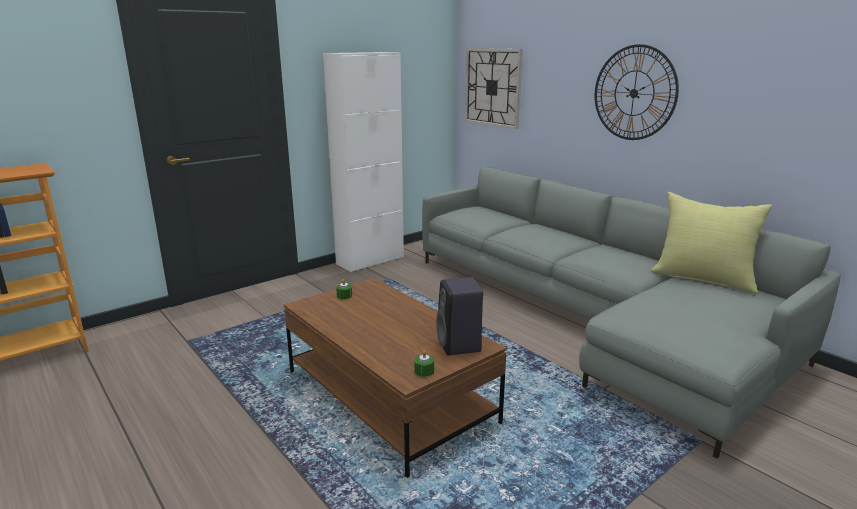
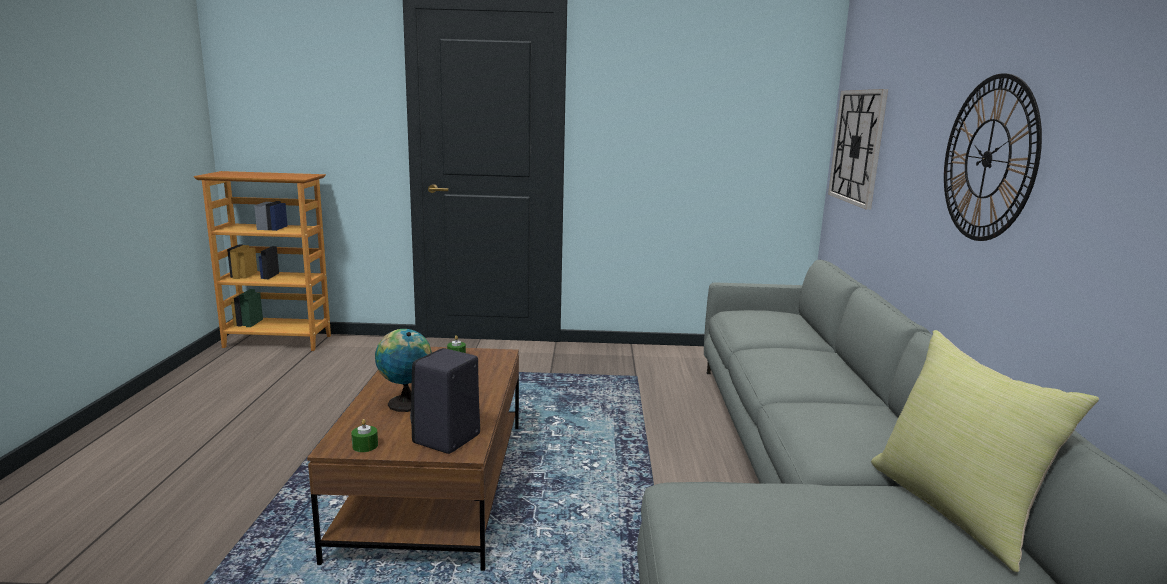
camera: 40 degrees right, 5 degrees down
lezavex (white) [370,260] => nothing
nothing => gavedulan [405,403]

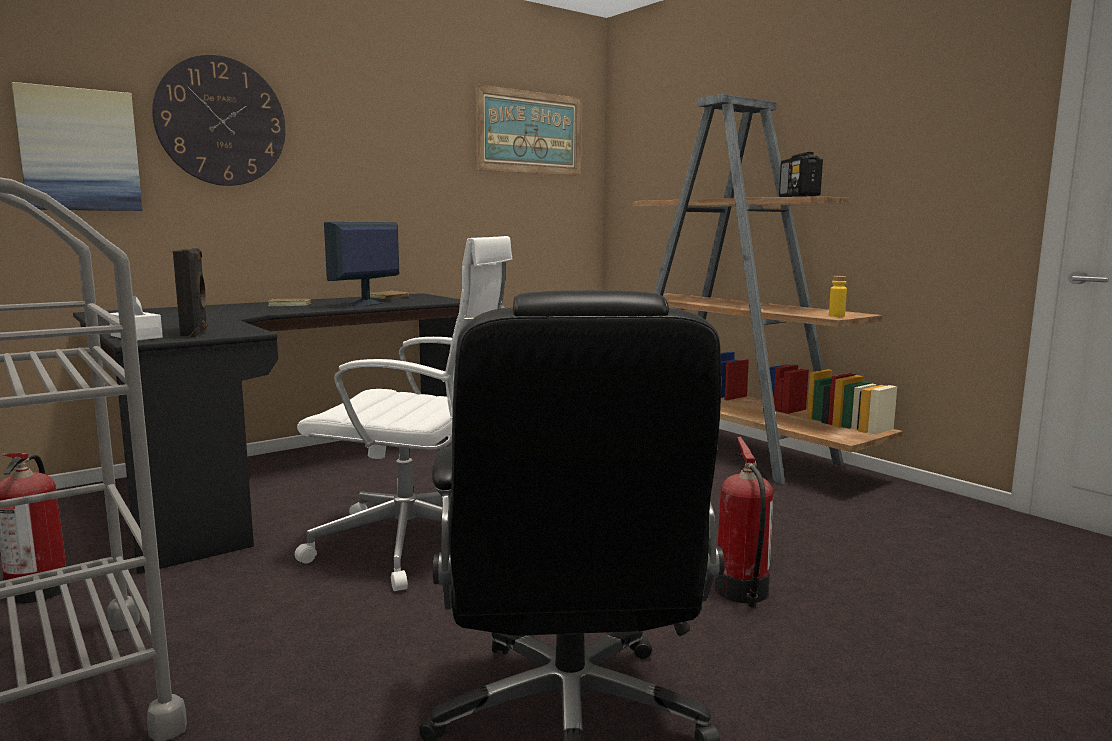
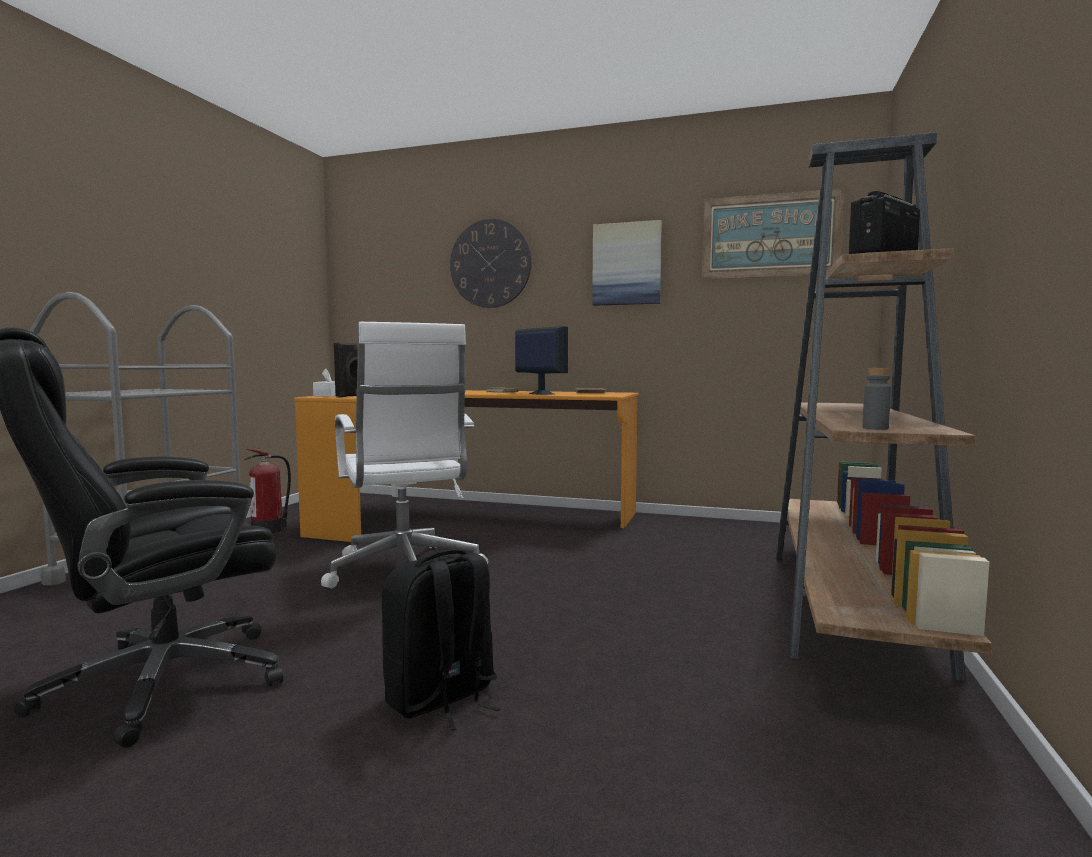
camera: 55 degrees right, 5 degrees down
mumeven [79,150] => mumeven [626,264], move
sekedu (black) [280,478] => sekedu (orange) [470,516]
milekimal [365,304] => milekimal [541,394], 60 degrees clockwise
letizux [742,592] => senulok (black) [441,699]
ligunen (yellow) [836,316] => ligunen (grey) [875,428]

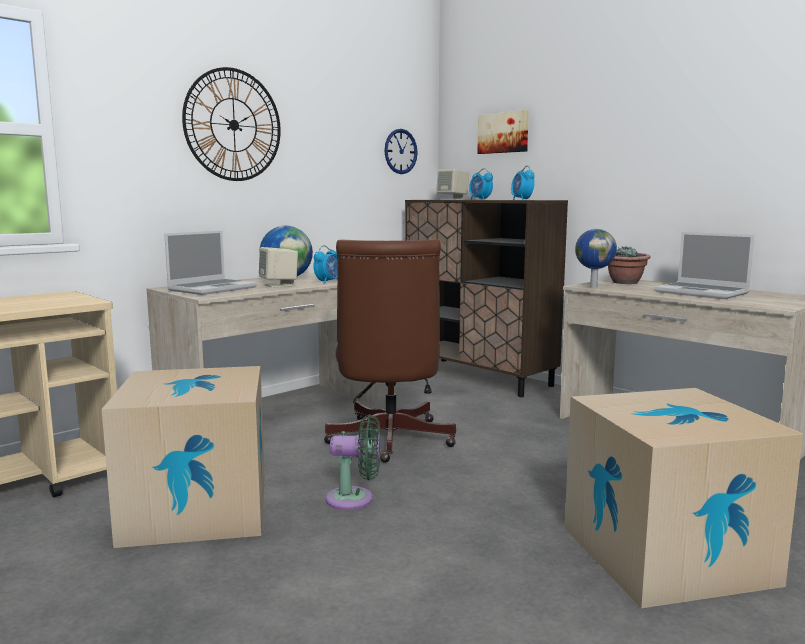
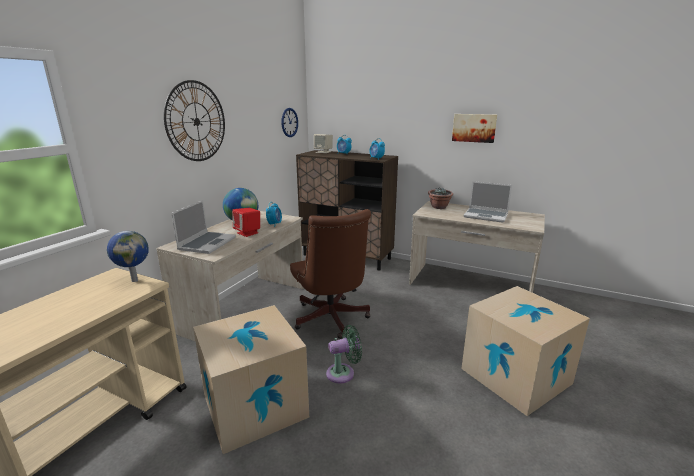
camera: 20 degrees left, 10 degrees up
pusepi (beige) [279,285] => pusepi (red) [248,233]
mumeven [503,133] => mumeven [474,128], move
gavedulan [593,287] => gavedulan [135,280], move

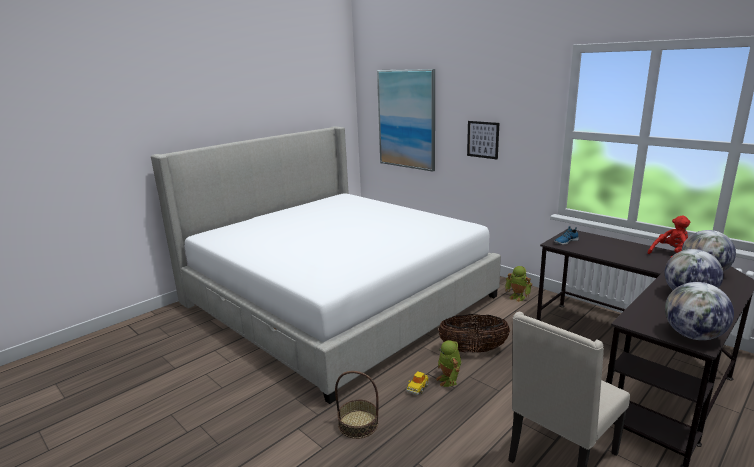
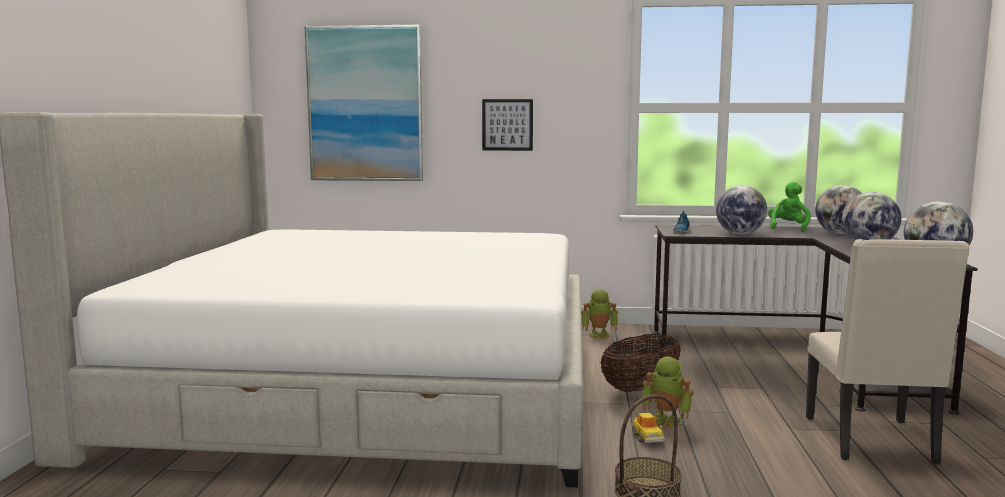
camera: 40 degrees left, 10 degrees down
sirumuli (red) [670,255] => sirumuli (green) [788,228]
nothing => gavedulan [739,234]

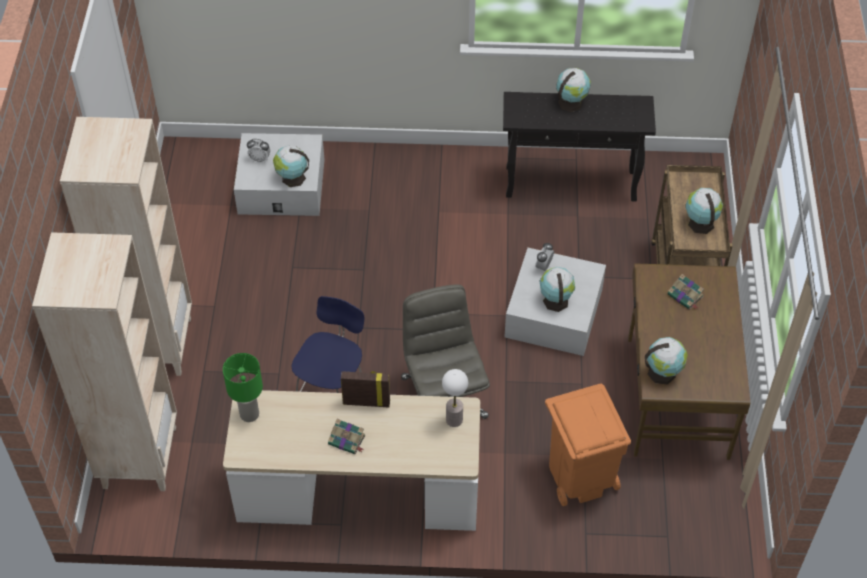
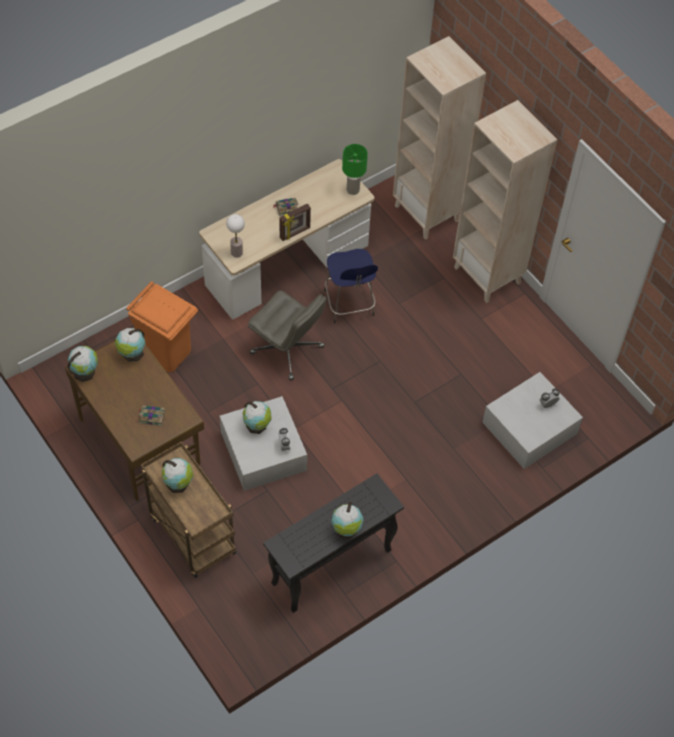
camera: 140 degrees right, 5 degrees up
gavedulan [292,178] => gavedulan [85,372], move

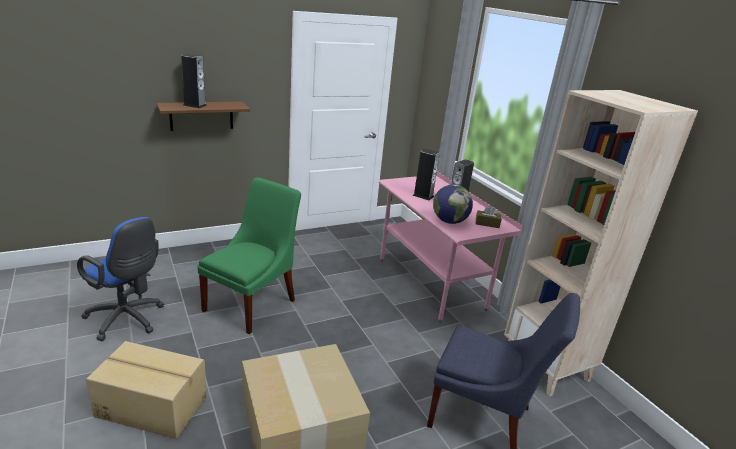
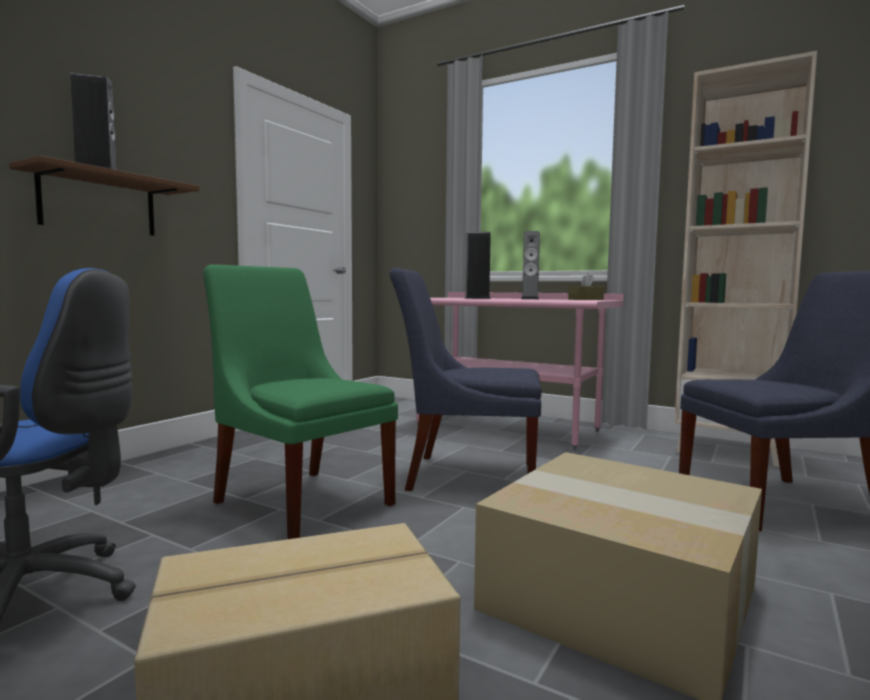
camera: 30 degrees left, 20 degrees down
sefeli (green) [253,303] => sefeli (green) [300,500], 45 degrees counterclockwise
gavedulan [449,221] => nothing
nothing => sefeli (blue) [466,475]

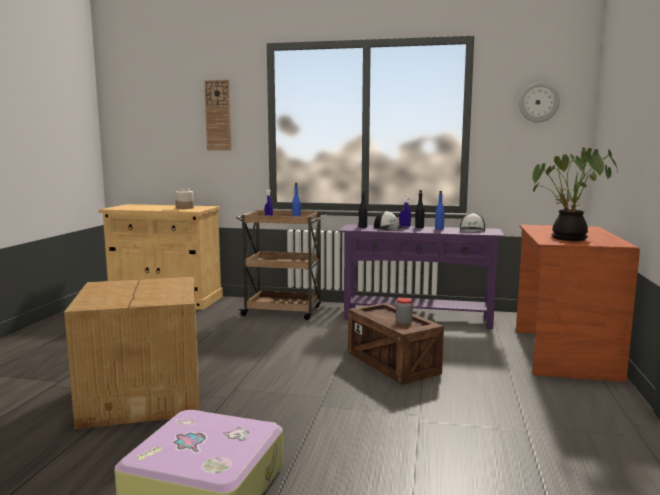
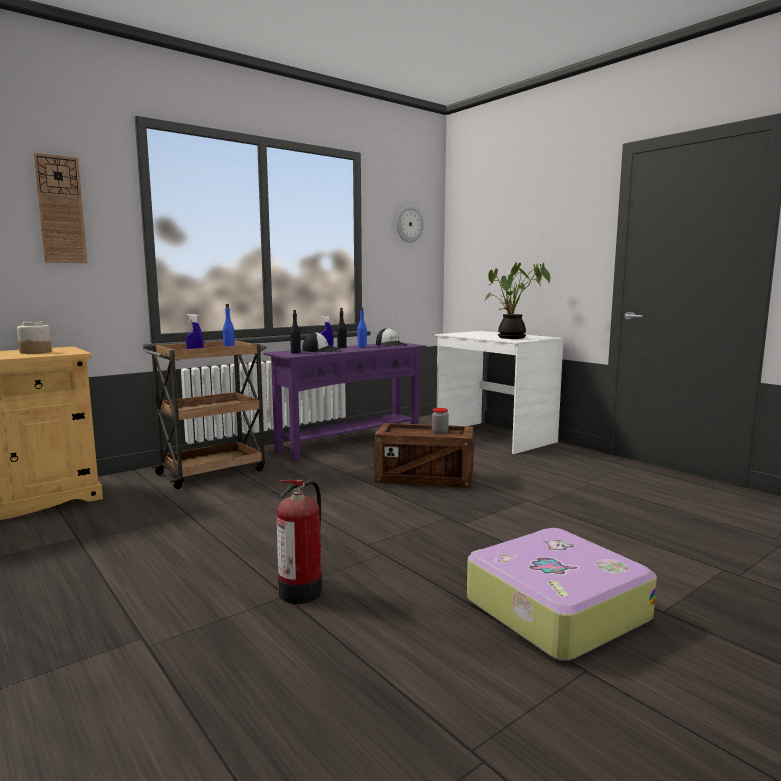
camera: 50 degrees left, 0 degrees up
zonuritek [145,395] => letizux [302,590]
sekedu (brown) [562,353] => sekedu (white) [493,437]

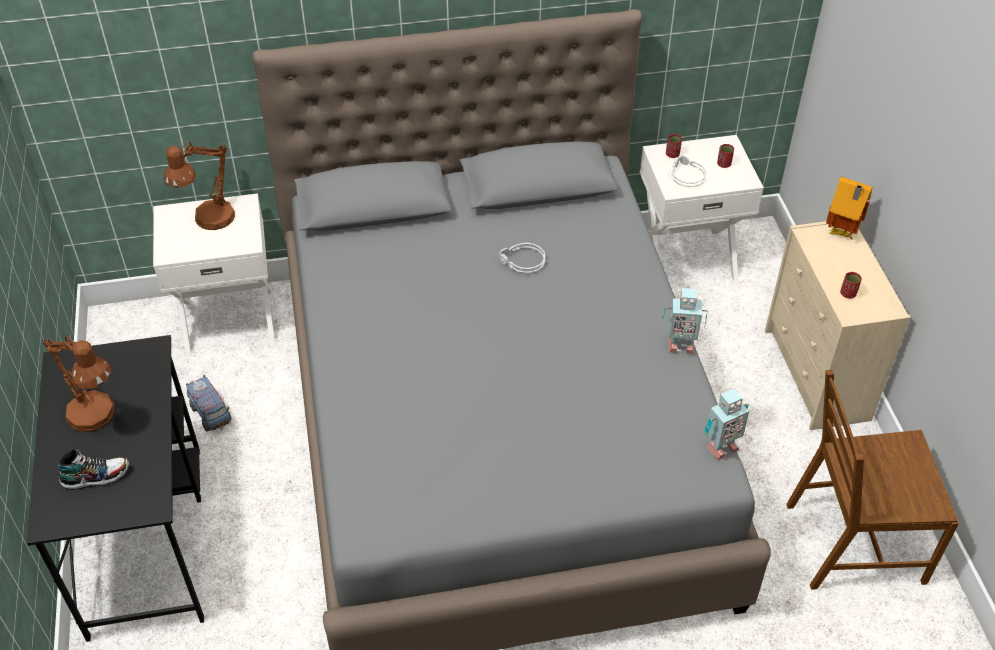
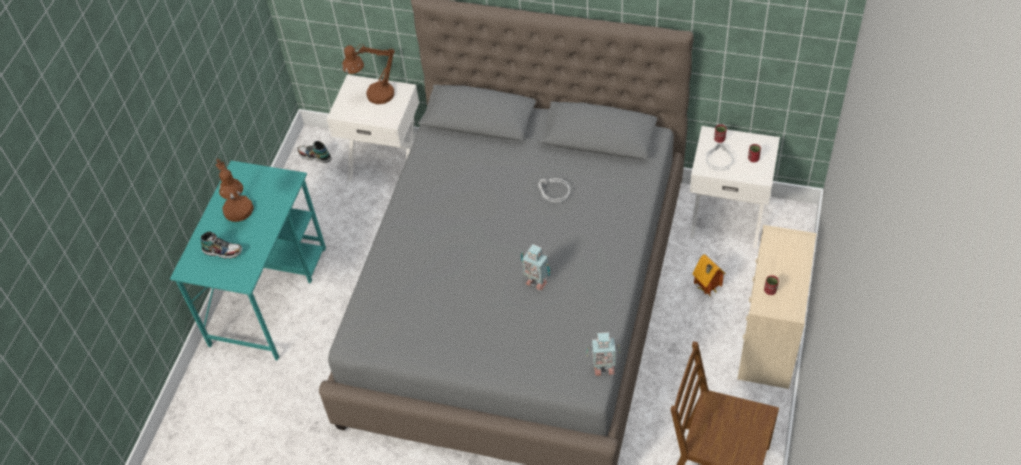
camera: 30 degrees right, 5 degrees up
sekedu (black) [146,537] => sekedu (turquoise) [269,295]
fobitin [211,414] => nothing
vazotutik [680,345] => vazotutik [536,281], move
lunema [841,234] => lunema [706,290], move
nothing => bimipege [315,156]

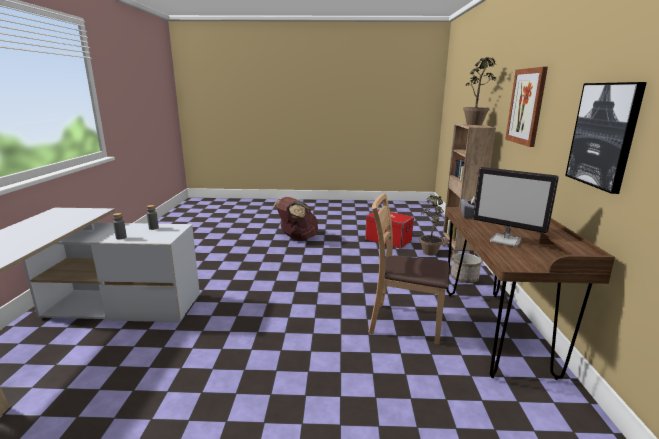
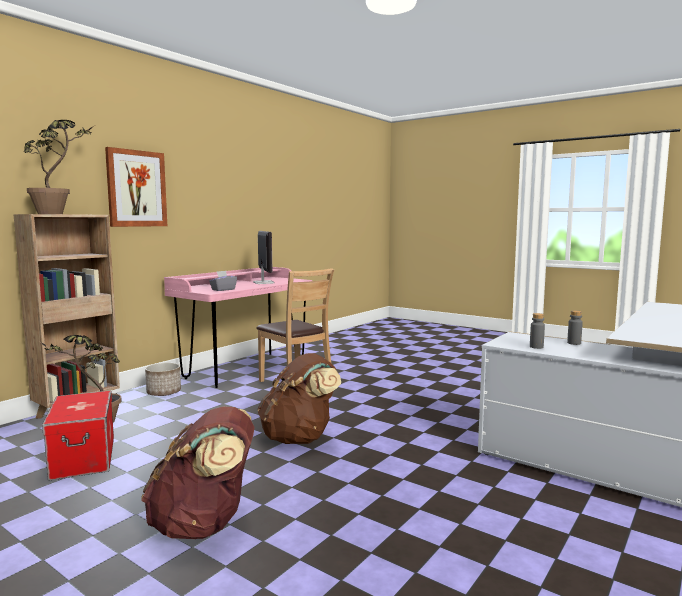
camera: 145 degrees left, 10 degrees down
sekedu (brown) [495,330] => sekedu (pink) [245,369]
mumeven [603,135] => nothing
nothing => senulok (brown) [299,438]

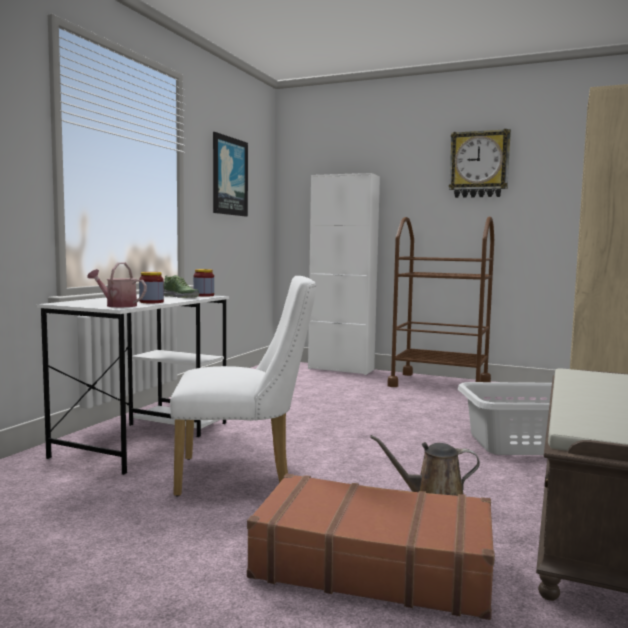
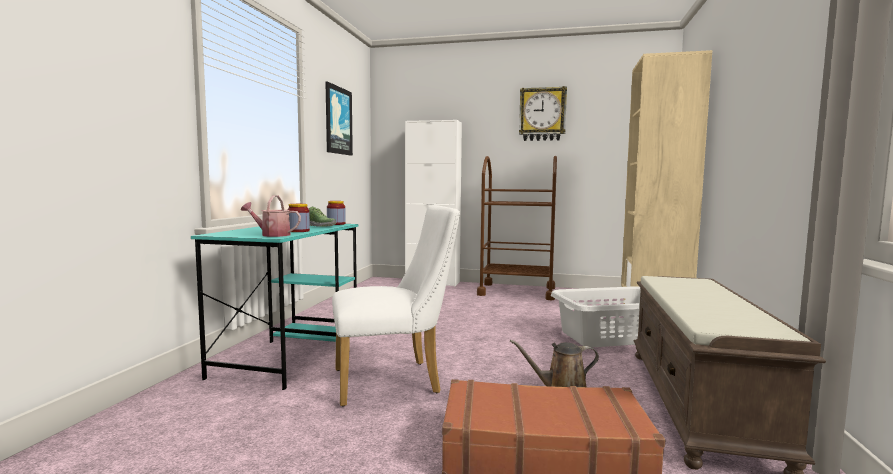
camera: 10 degrees left, 0 degrees up
sekedu (white) [145,438] => sekedu (turquoise) [290,354]

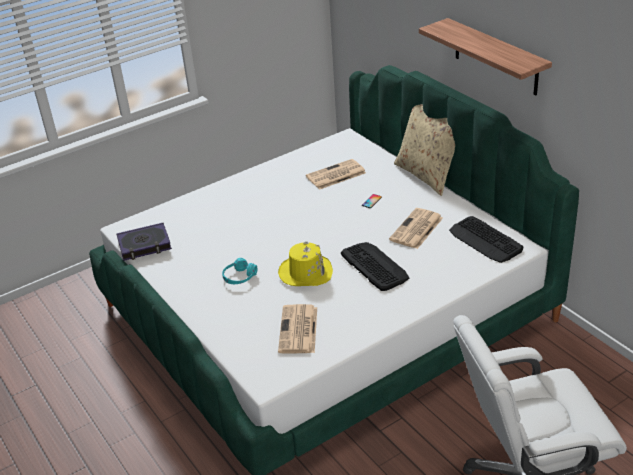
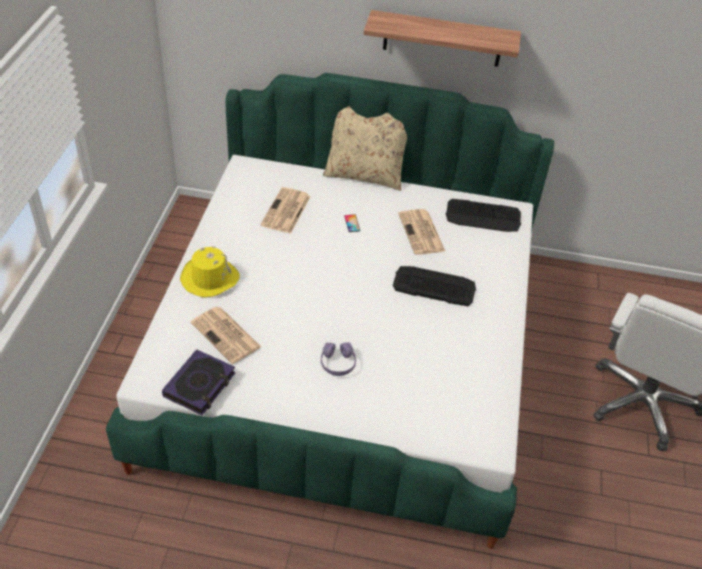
camera: 50 degrees left, 10 degrees up
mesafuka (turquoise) [239,277] => mesafuka (purple) [338,363]
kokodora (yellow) [306,272] => kokodora (yellow) [209,278], move
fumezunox [298,330] => fumezunox [227,335], move

